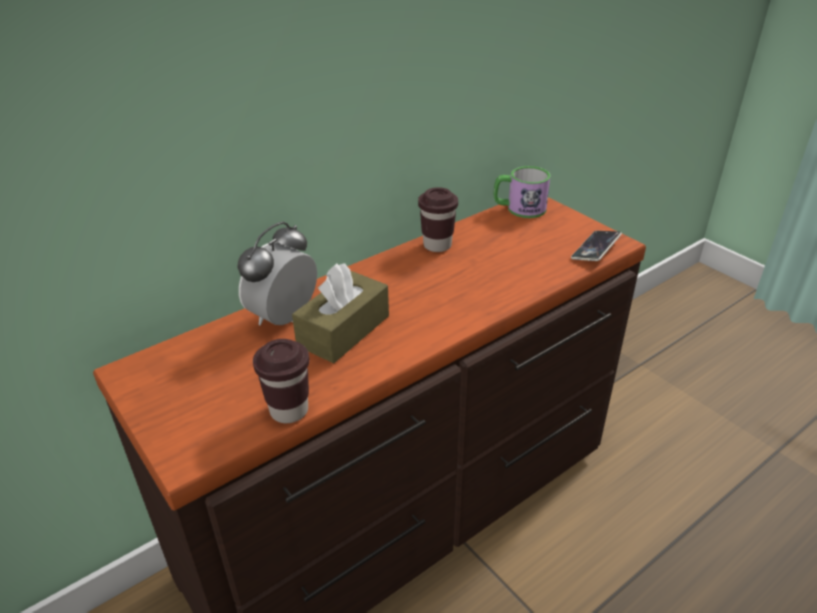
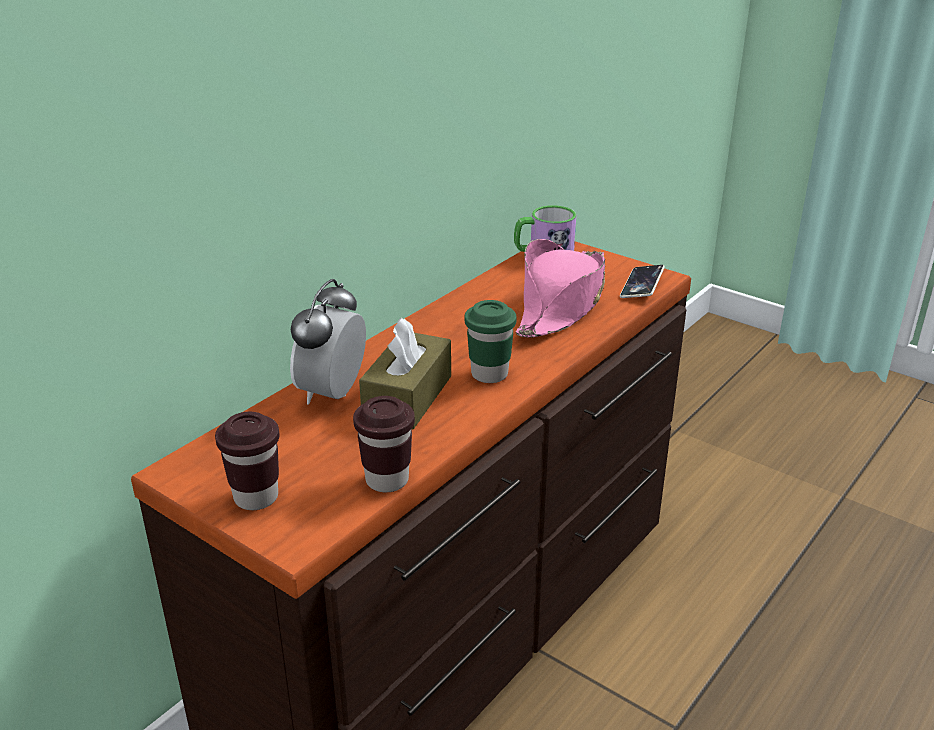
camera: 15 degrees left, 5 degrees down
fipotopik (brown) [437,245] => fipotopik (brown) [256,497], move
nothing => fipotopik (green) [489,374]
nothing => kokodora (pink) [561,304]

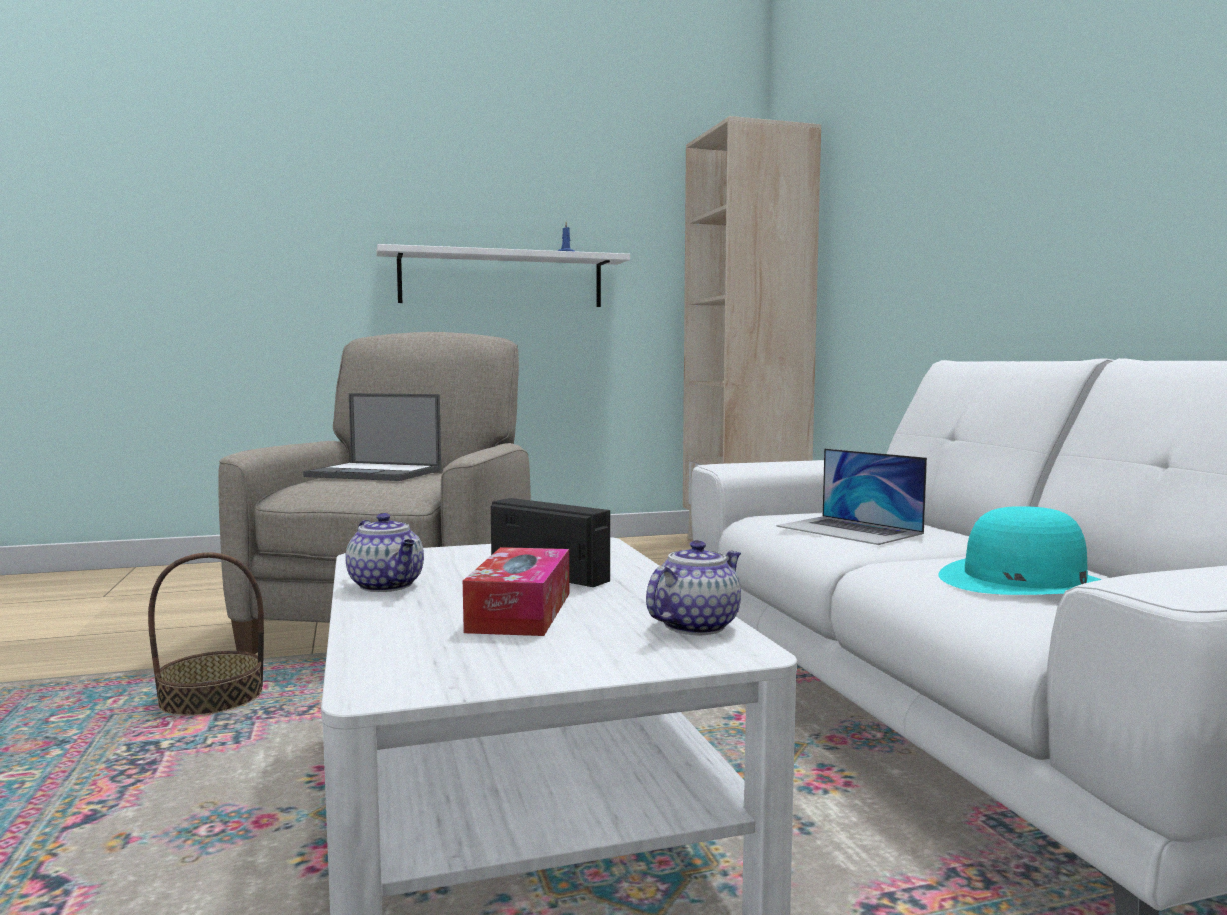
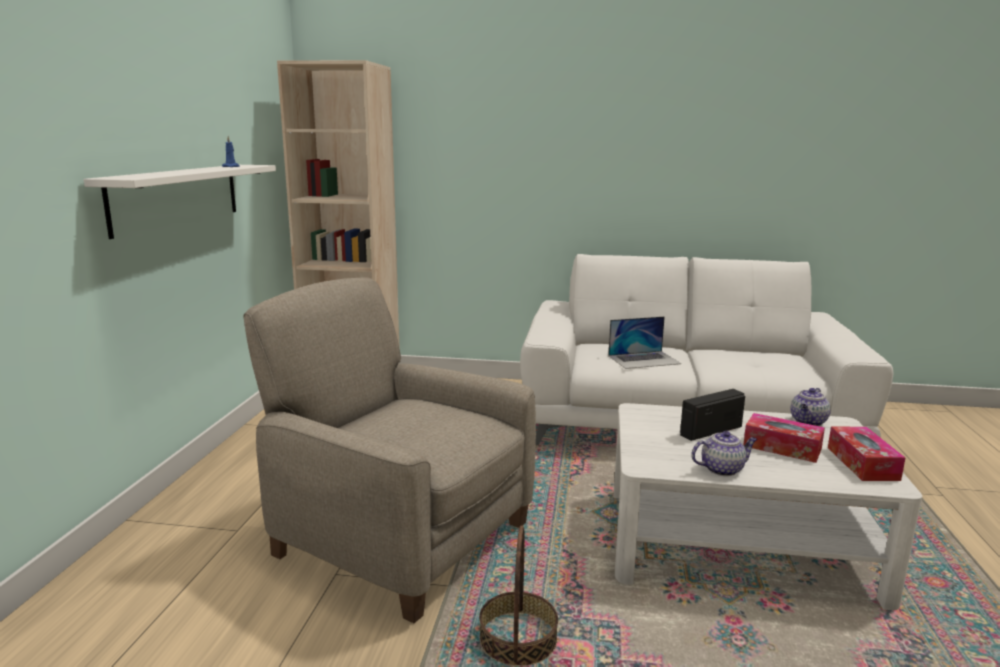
camera: 65 degrees left, 10 degrees up
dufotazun [376,473] => nothing
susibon [696,625] => susibon [808,422], 120 degrees counterclockwise
kokodora (turquoise) [1023,581] => nothing
nothing => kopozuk [862,463]

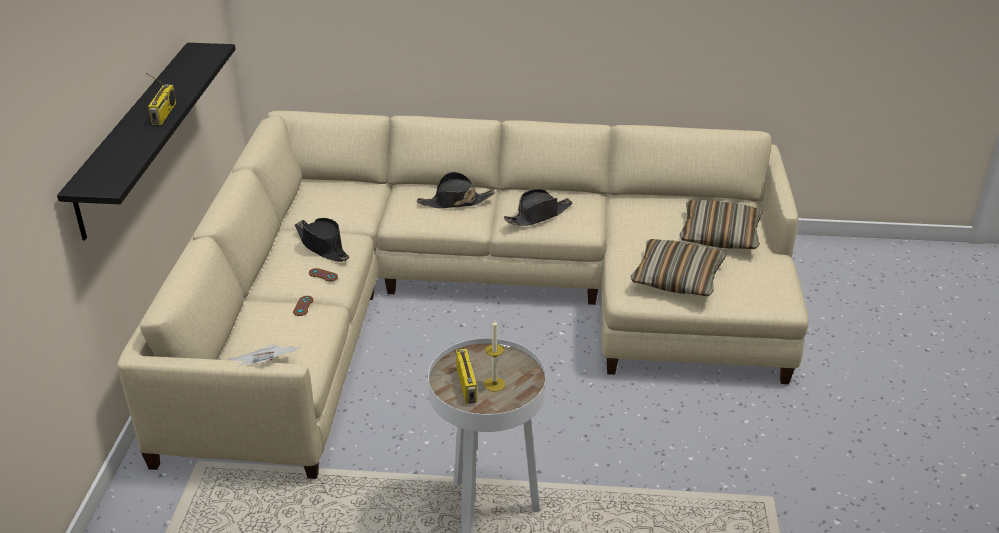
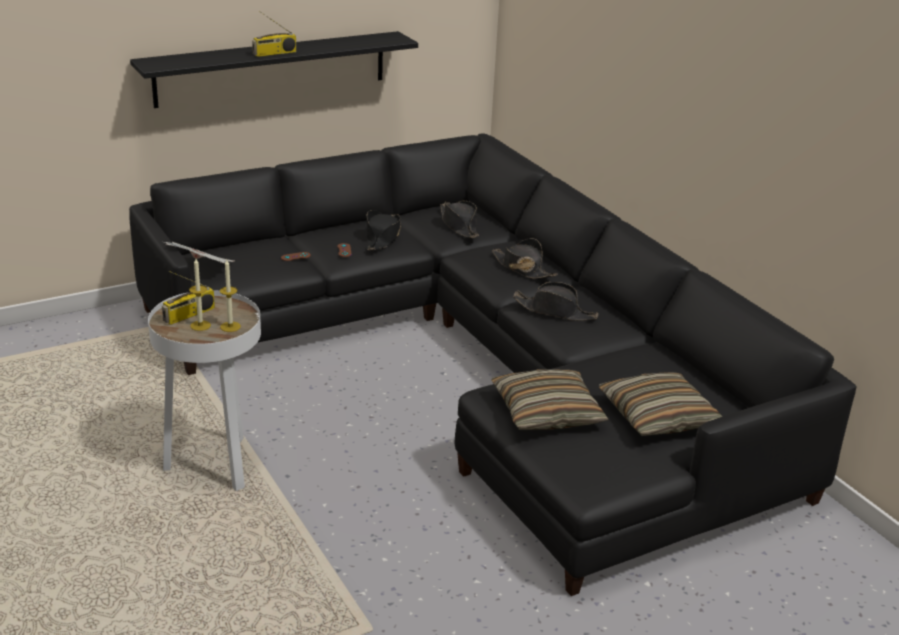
camera: 55 degrees right, 5 degrees down
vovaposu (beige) [472,302] => vovaposu (black) [481,367]
nothing => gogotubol [230,327]
nothing => kokodora (black) [459,225]

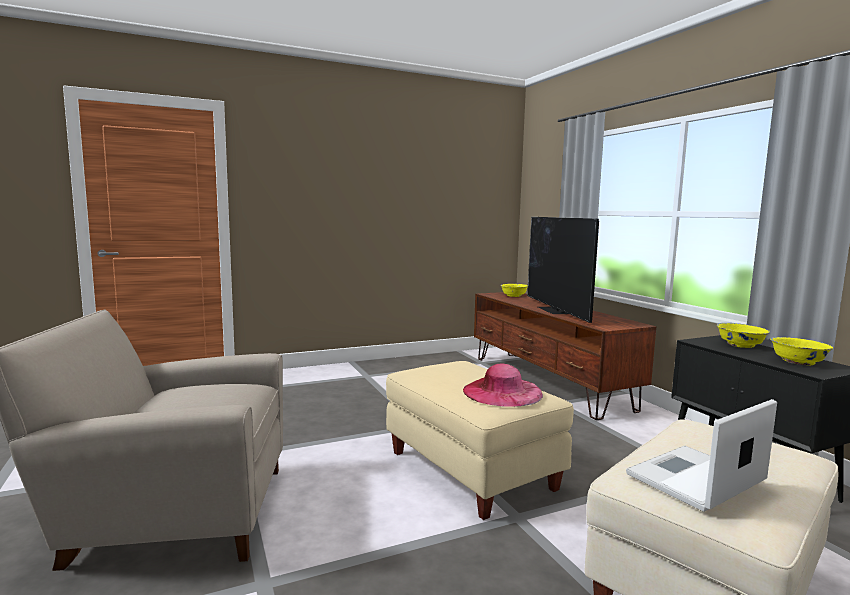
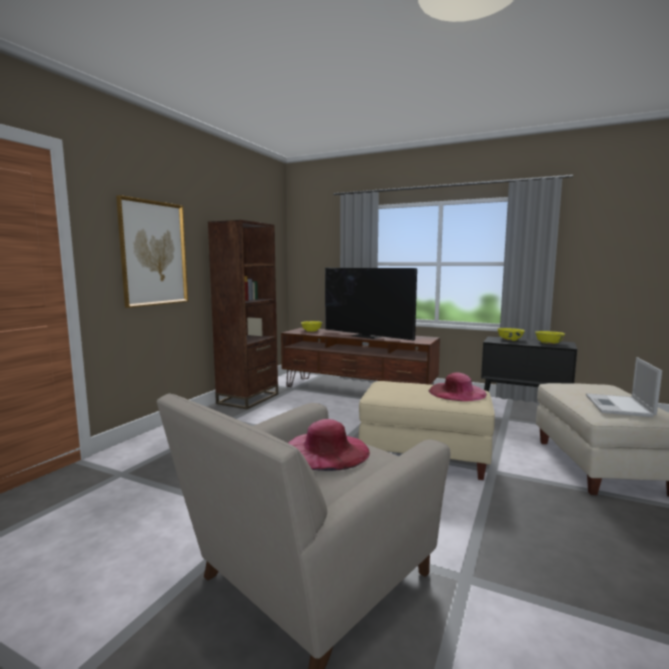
camera: 40 degrees left, 0 degrees up
nothing => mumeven [153,253]
nothing => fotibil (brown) [248,398]
nothing => kokodora (pink) [326,450]

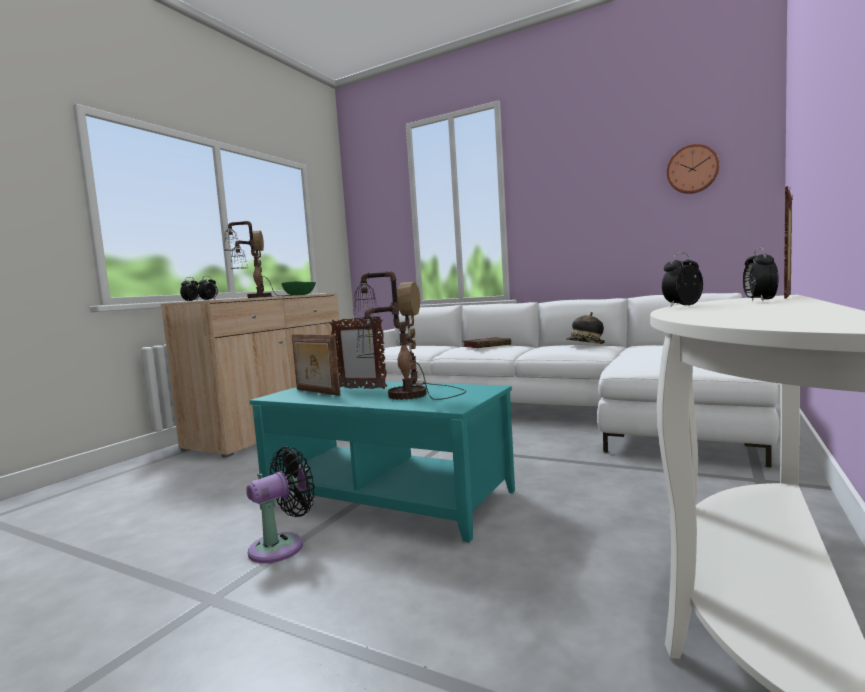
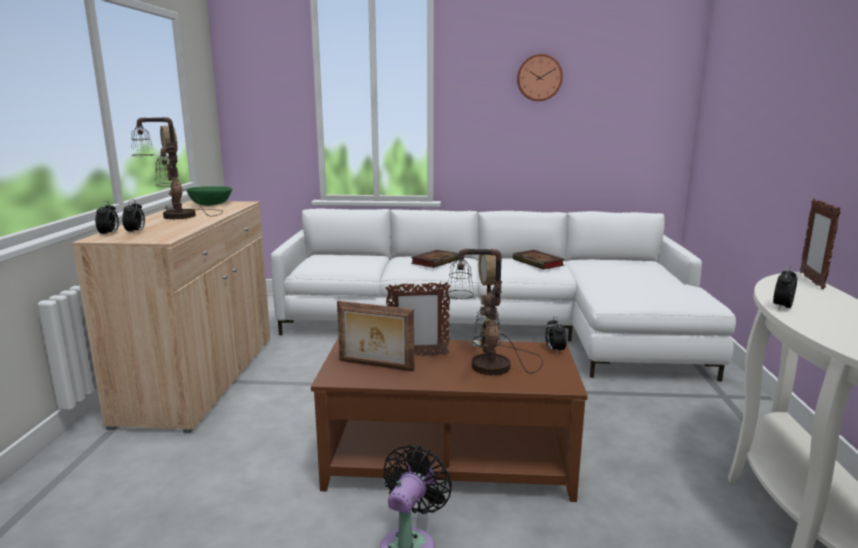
camera: 25 degrees left, 10 degrees up
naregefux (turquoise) [388,495] => naregefux (brown) [448,459]
kokodora [585,345] => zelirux [539,263]
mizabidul [692,169] => mizabidul [539,78], move
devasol [759,301] => devasol [554,350], move

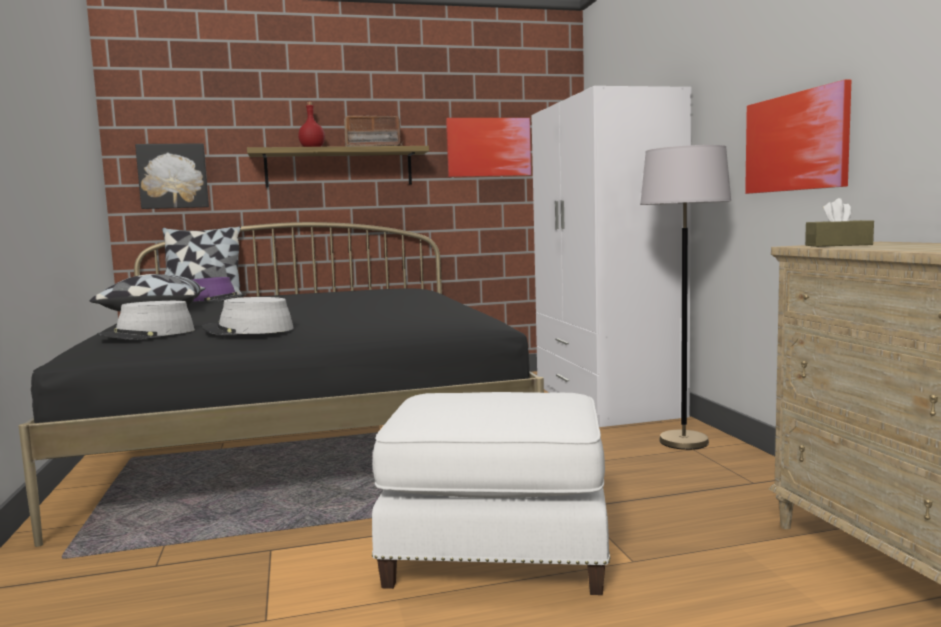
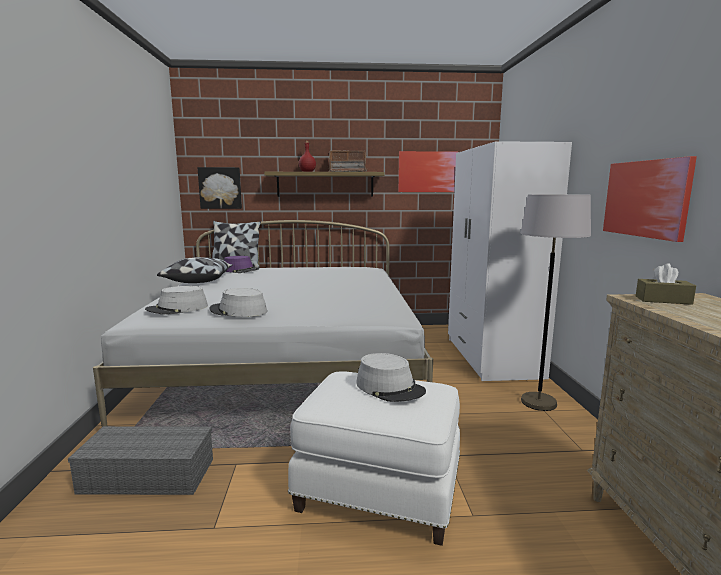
camera: 10 degrees right, 5 degrees up
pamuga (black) [306,436] => pamuga (white) [287,366]
nothing => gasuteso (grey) [145,476]
nothing => kokodora (grey) [390,387]

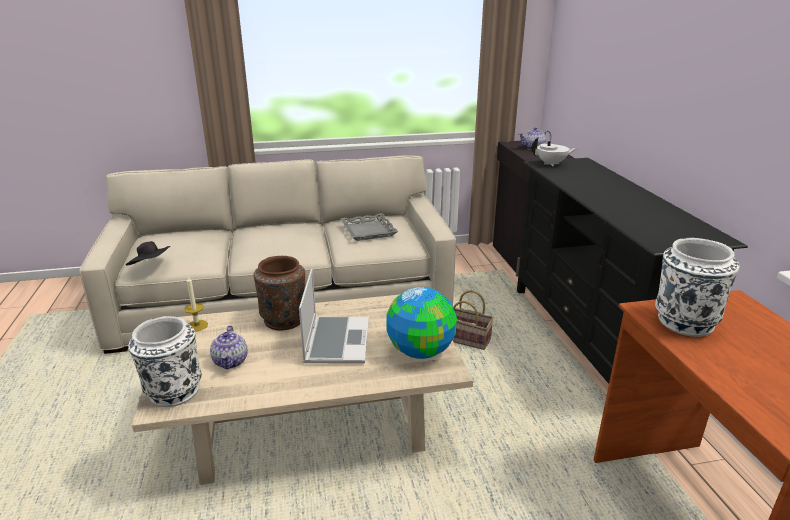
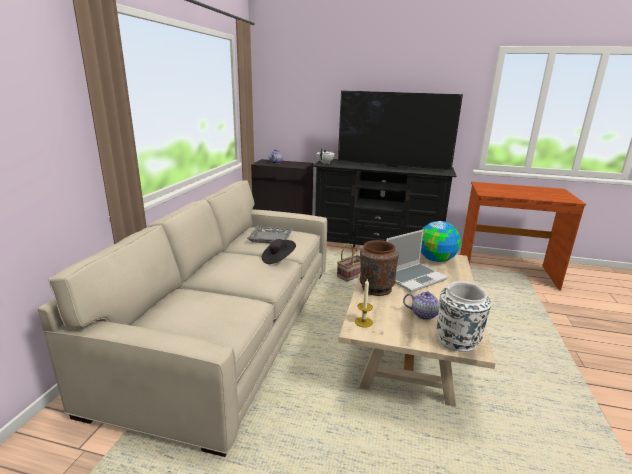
camera: 65 degrees left, 5 degrees down
kokodora (black) [151,266] => kokodora (black) [278,259], move
dufotazun [336,341] => dufotazun [414,278], 120 degrees clockwise
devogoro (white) [684,322] => nothing
nothing => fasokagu [392,167]

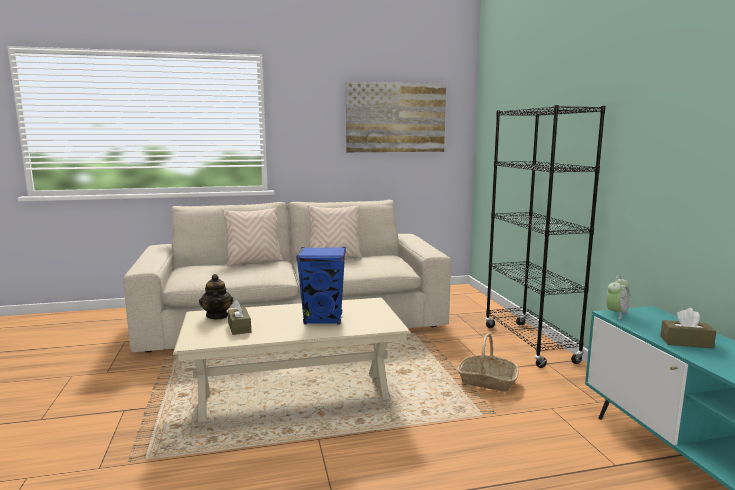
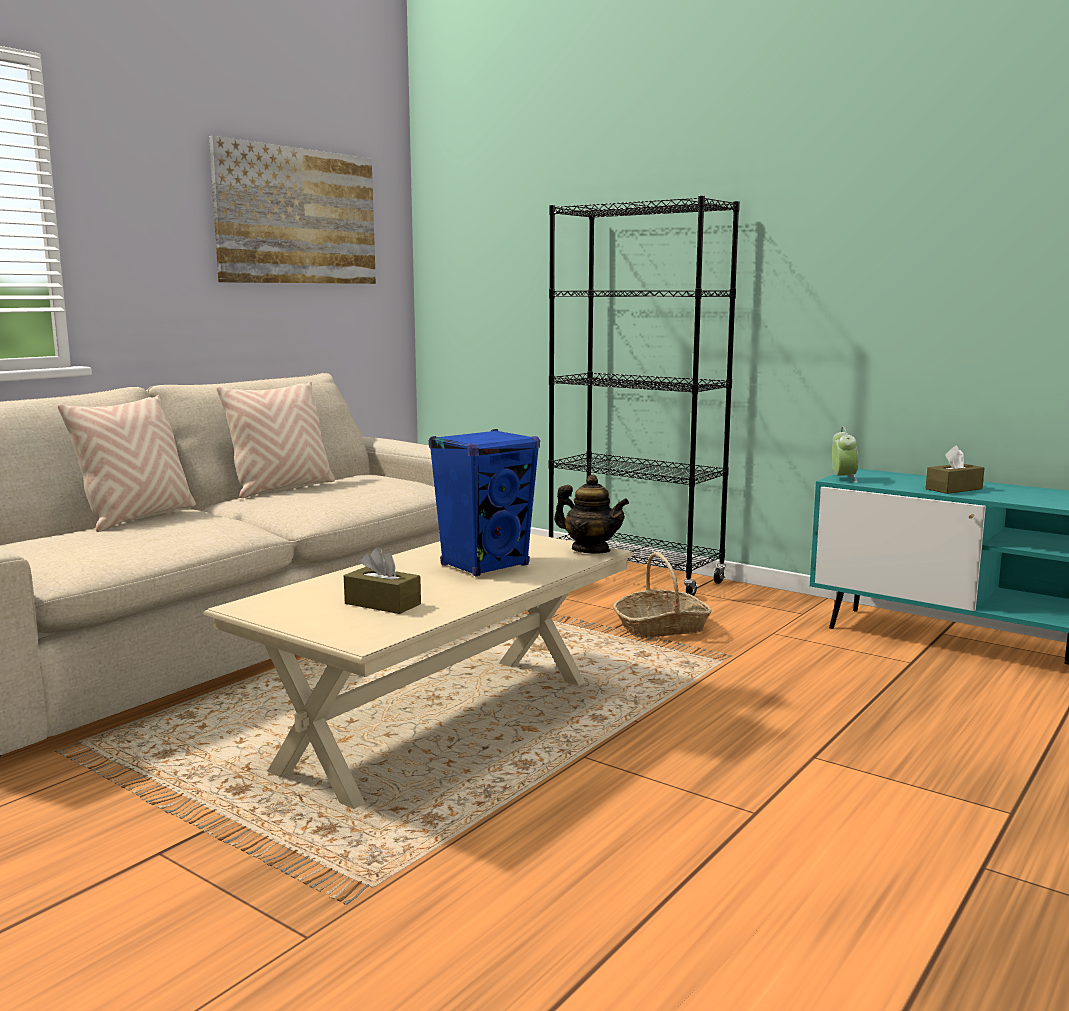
camera: 40 degrees left, 0 degrees up
susibon [217,316] => susibon [590,550], move

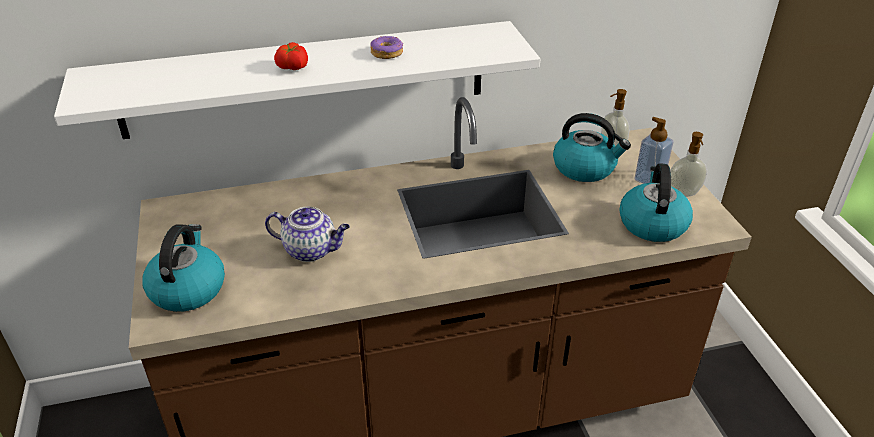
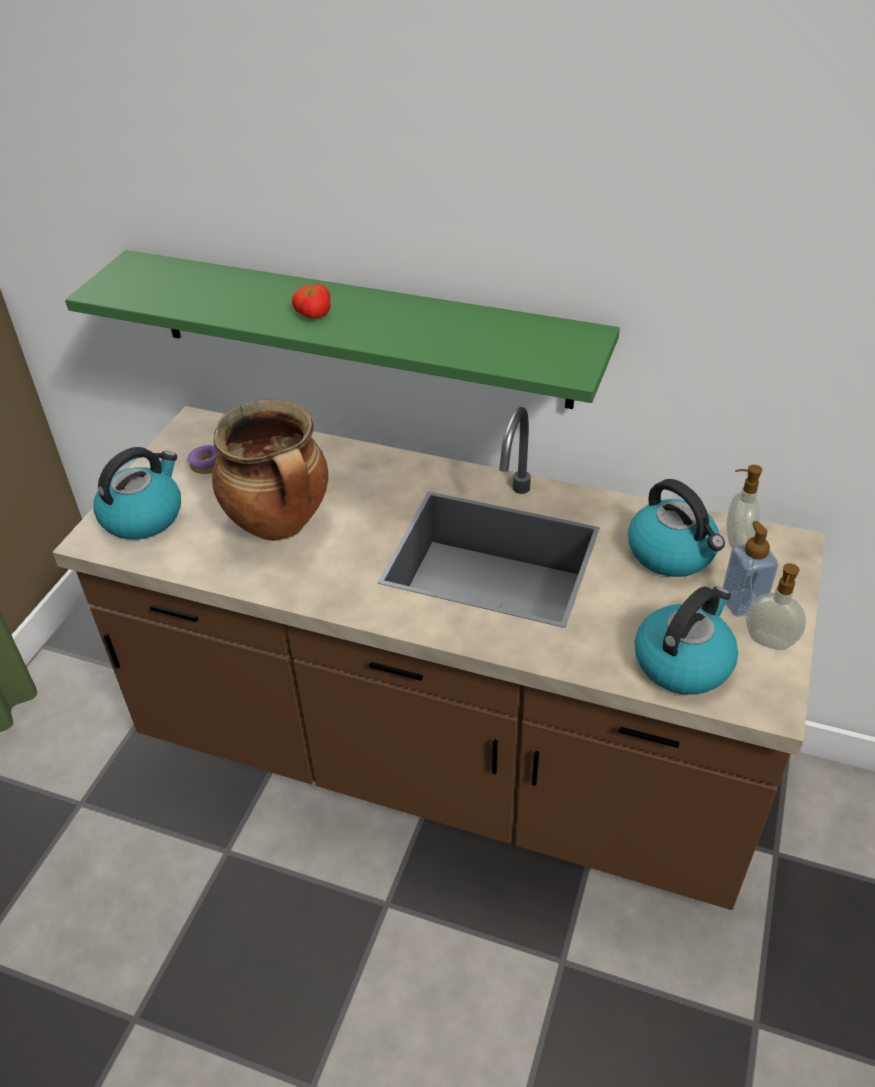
camera: 35 degrees right, 5 degrees up
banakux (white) [305,79] => banakux (green) [359,328]
susibon [311,250] => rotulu [281,525]
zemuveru [387,53] => zemuveru [208,464], move

